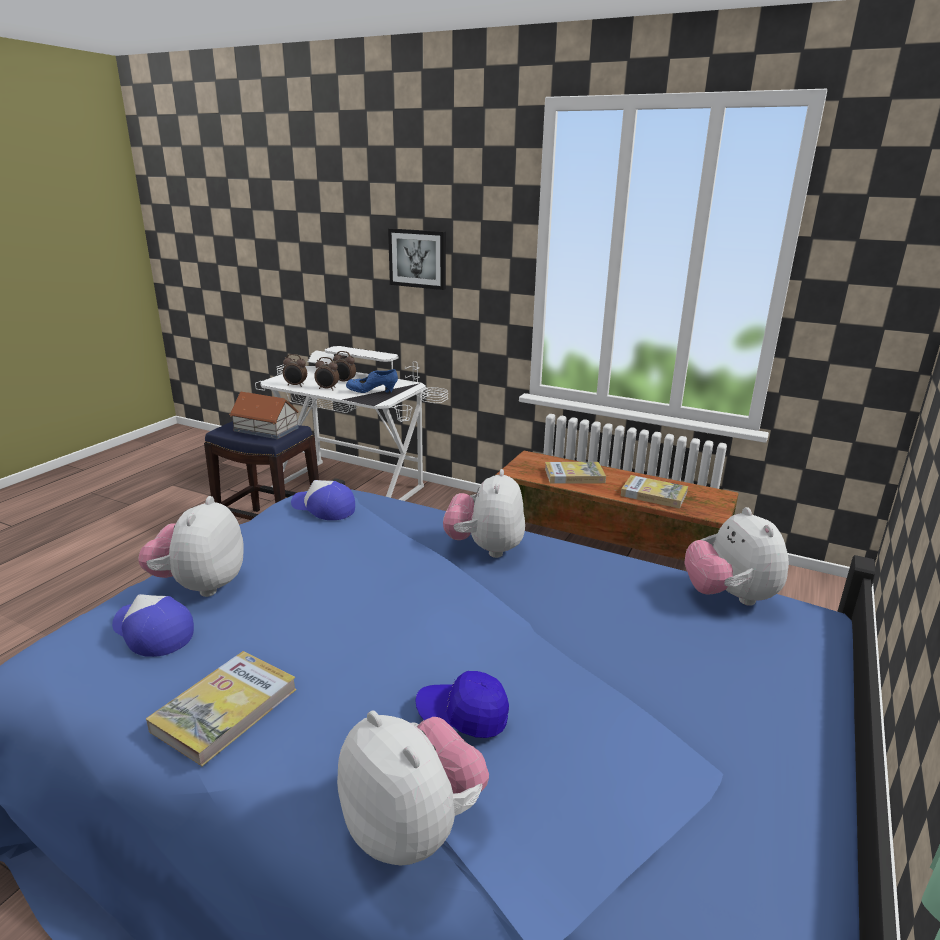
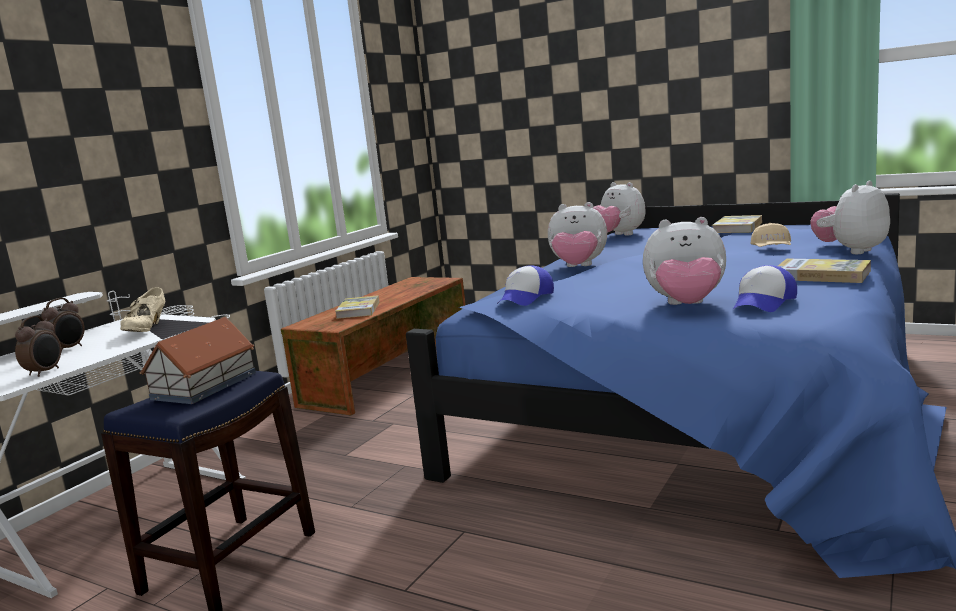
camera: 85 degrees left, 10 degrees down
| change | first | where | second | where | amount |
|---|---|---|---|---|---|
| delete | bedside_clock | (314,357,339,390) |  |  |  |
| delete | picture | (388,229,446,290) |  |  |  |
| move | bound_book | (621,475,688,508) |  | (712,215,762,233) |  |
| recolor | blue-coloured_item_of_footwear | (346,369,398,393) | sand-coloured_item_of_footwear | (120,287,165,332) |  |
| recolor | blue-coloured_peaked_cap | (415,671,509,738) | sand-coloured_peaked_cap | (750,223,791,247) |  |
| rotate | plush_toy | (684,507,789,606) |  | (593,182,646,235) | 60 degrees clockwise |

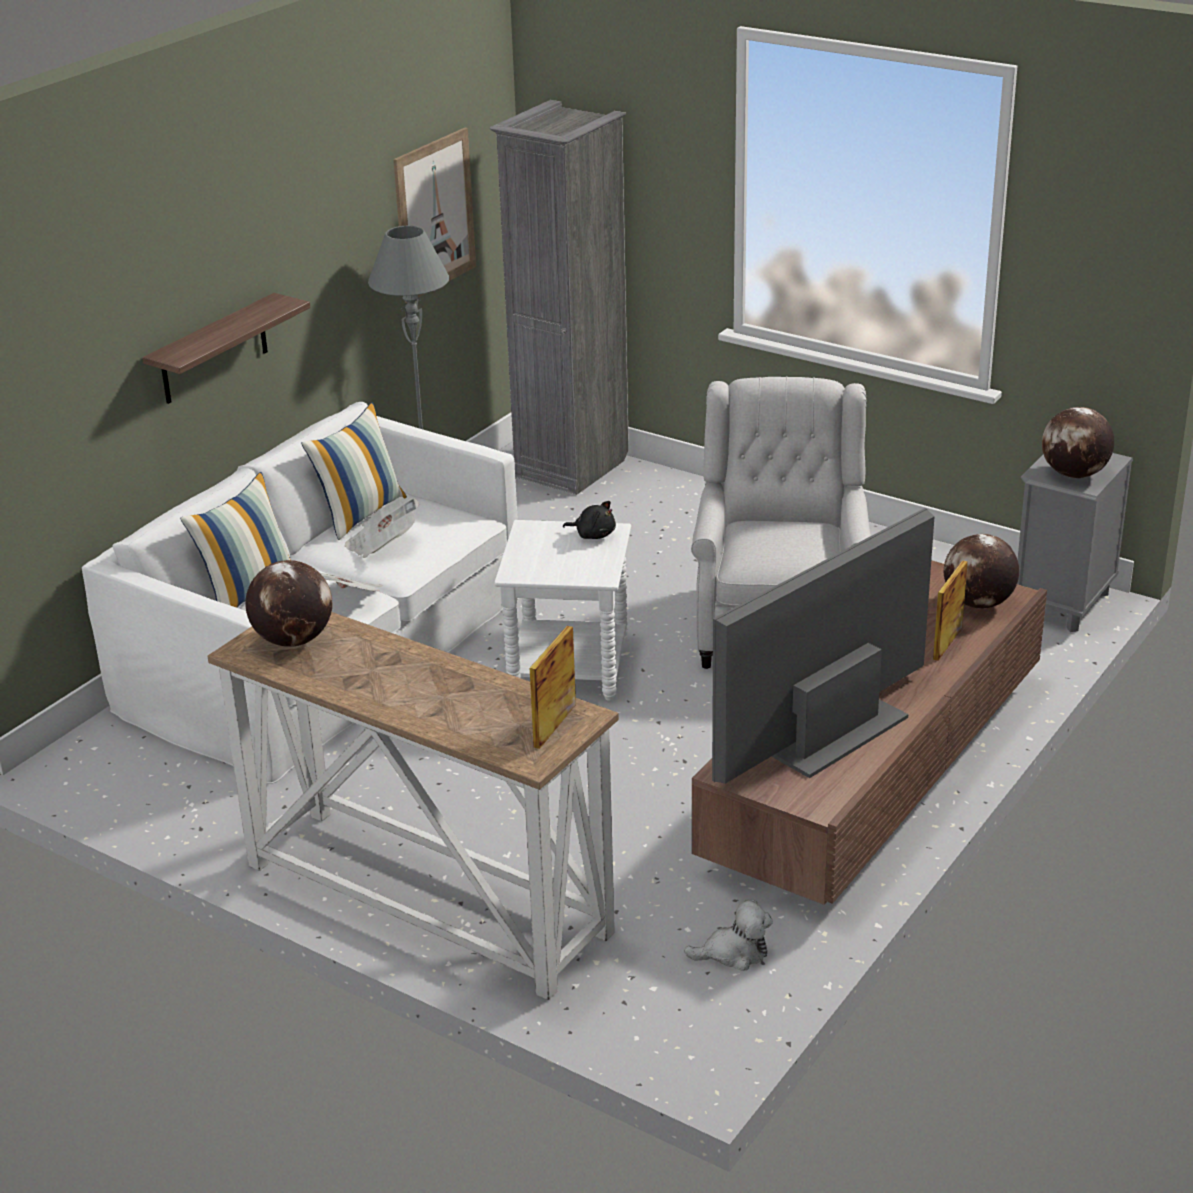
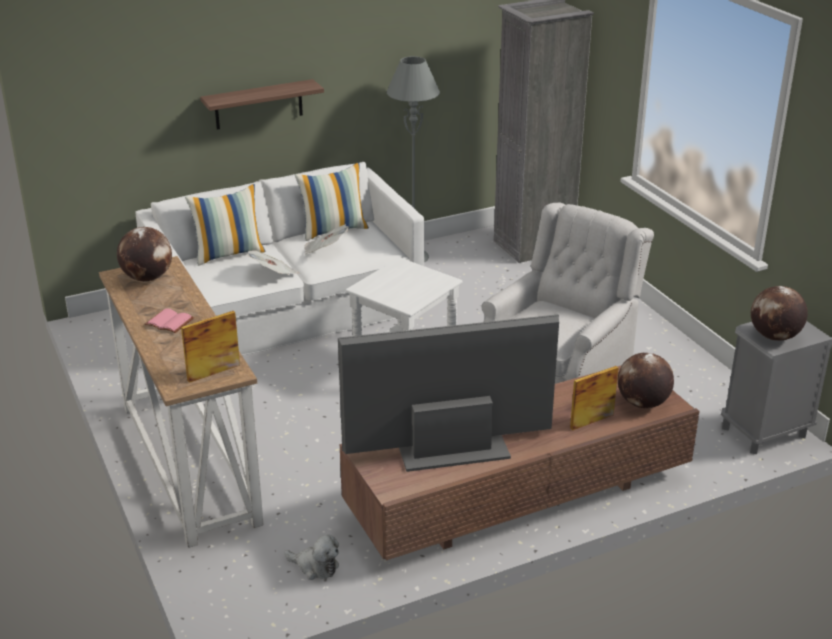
camera: 30 degrees right, 0 degrees up
| change | first | where | second | where | amount |
|---|---|---|---|---|---|
| delete | picture | (393,128,476,303) |  |  |  |
| delete | blackish_plush_toy | (563,501,616,539) |  |  |  |
| insert |  |  | pinkish_bound_book | (145,309,194,333) |  |

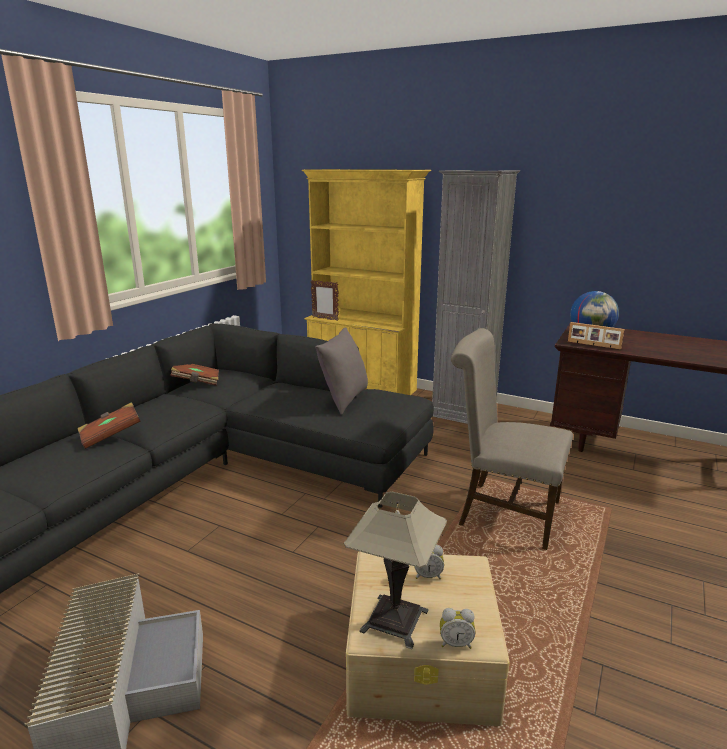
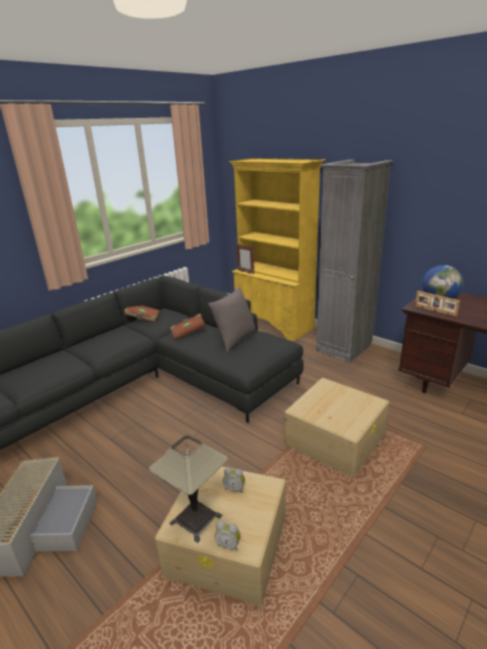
camera: 15 degrees right, 5 degrees up
| change | first | where | second | where | amount |
|---|---|---|---|---|---|
| move | brownish_bound_book | (78,402,141,449) |  | (170,314,206,340) |  |
| replace | sand-coloured_plain_chair | (451,328,573,550) | sand-coloured_storage_bin | (284,378,389,477) |  |

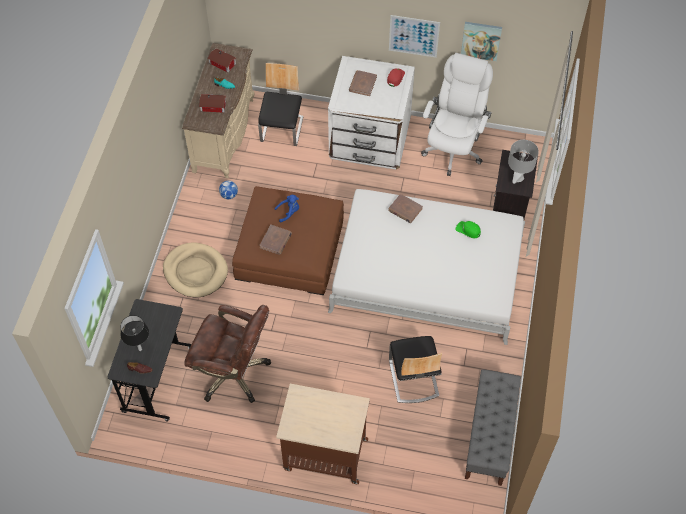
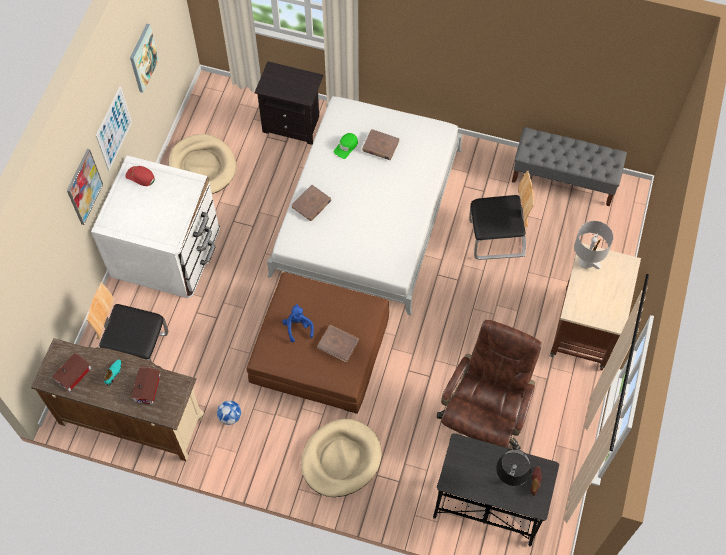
camera: 85 degrees left, 5 degrees up
| change | first | where | second | where | amount |
|---|---|---|---|---|---|
| insert |  |  | picture | (67,149,103,225) |  |
| move | brownish_bound_book | (349,70,377,96) |  | (362,129,399,160) |  |
| move | grey_tabletop_lamp | (508,140,539,184) |  | (574,221,613,269) |  |
| replace | white-coloured_office_chair | (421,53,493,176) | sand-coloured_dog_bed | (169,134,236,194) |  |

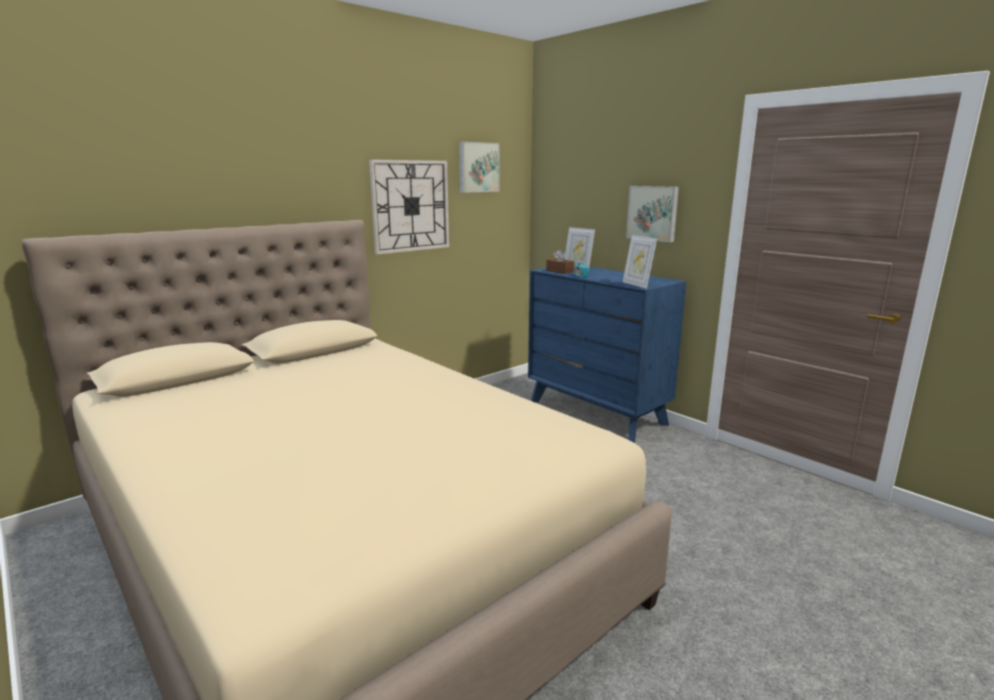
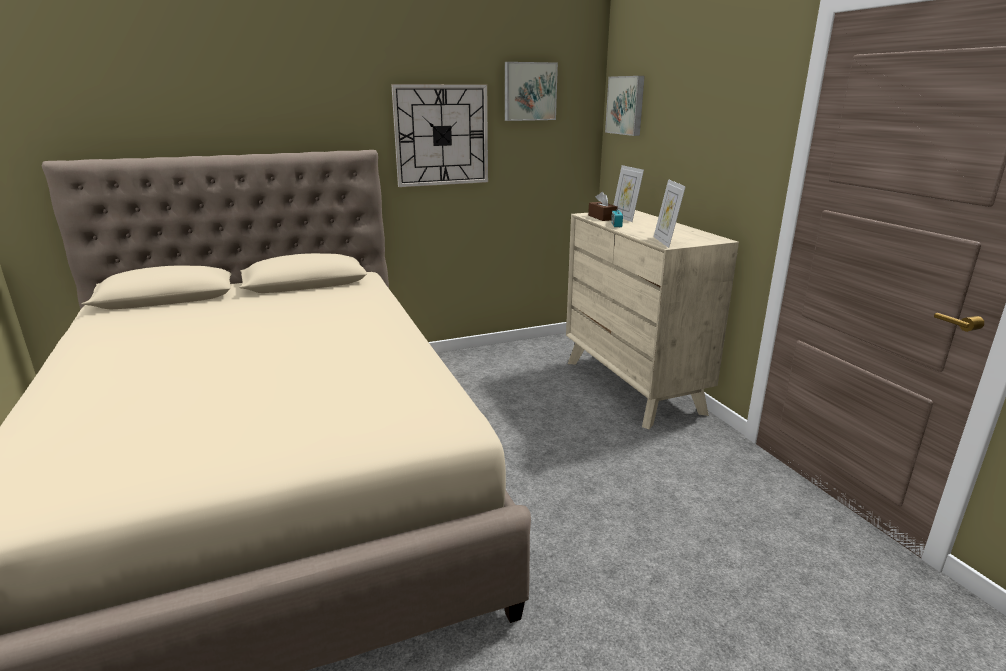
camera: 20 degrees right, 5 degrees up
| change | first | where | second | where | amount |
|---|---|---|---|---|---|
| move | picture | (626,186,679,242) |  | (605,76,645,136) |  |
| recolor | blue-coloured_chest_of_drawers | (528,267,687,443) | sand-coloured_chest_of_drawers | (566,210,739,429) |  |

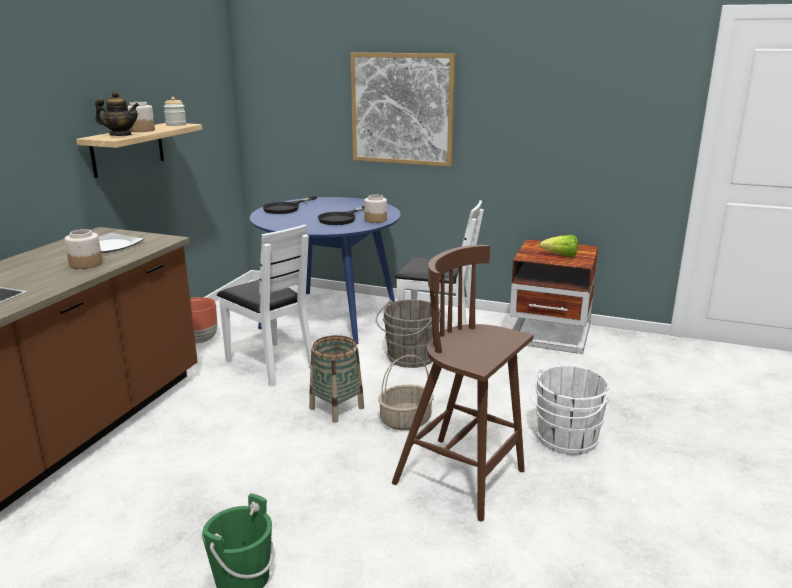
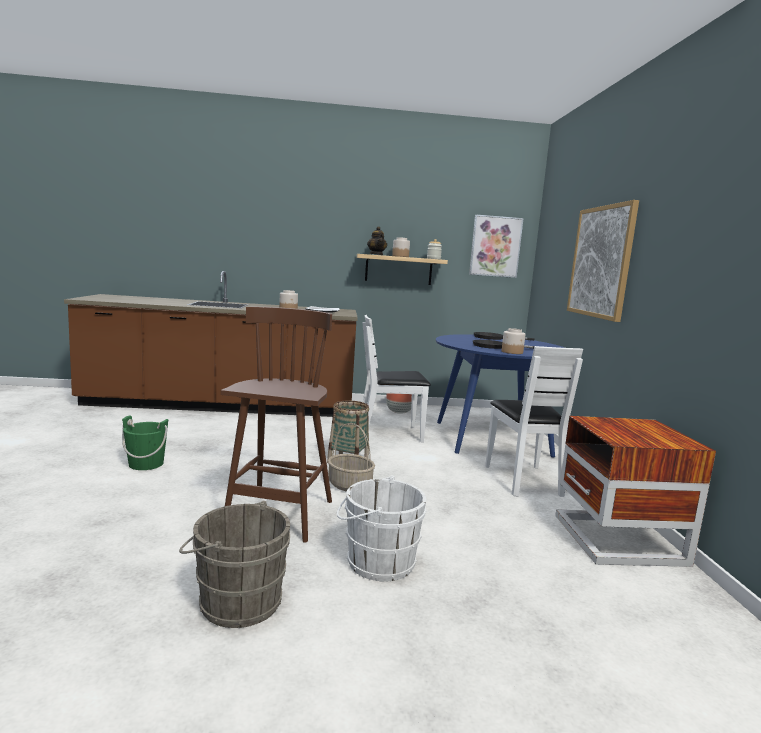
camera: 65 degrees right, 10 degrees down
| change | first | where | second | where | amount |
|---|---|---|---|---|---|
| delete | lettuce | (539,235,578,257) |  |  |  |
| insert |  |  | picture | (469,215,524,278) |  |
| move | grey_bucket | (376,299,440,368) |  | (179,501,290,628) |  |
| rotate | white-coloured_plain_chair | (217,225,312,386) |  | (362,315,431,442) | 60 degrees clockwise |

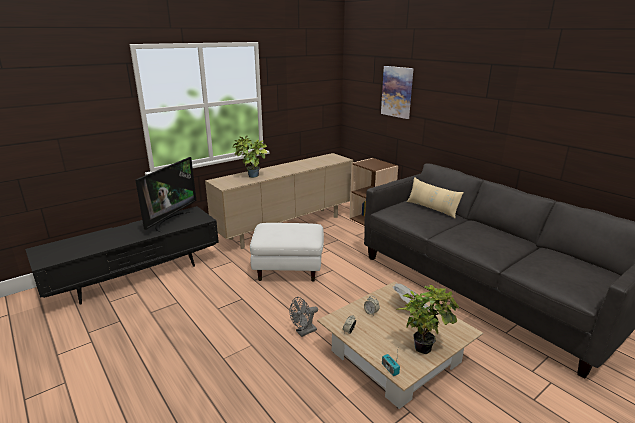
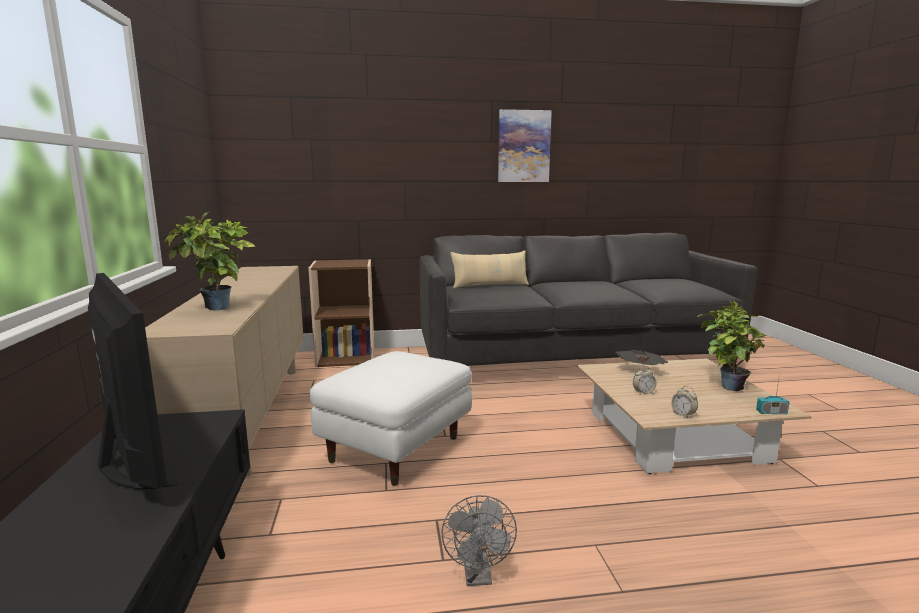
camera: 60 degrees left, 10 degrees down
| change | first | where | second | where | amount |
|---|---|---|---|---|---|
| move | grey_cooling_fan | (289,297,318,337) |  | (441,495,517,586) |  |
| move | picture | (381,66,414,119) |  | (498,109,552,182) |  |

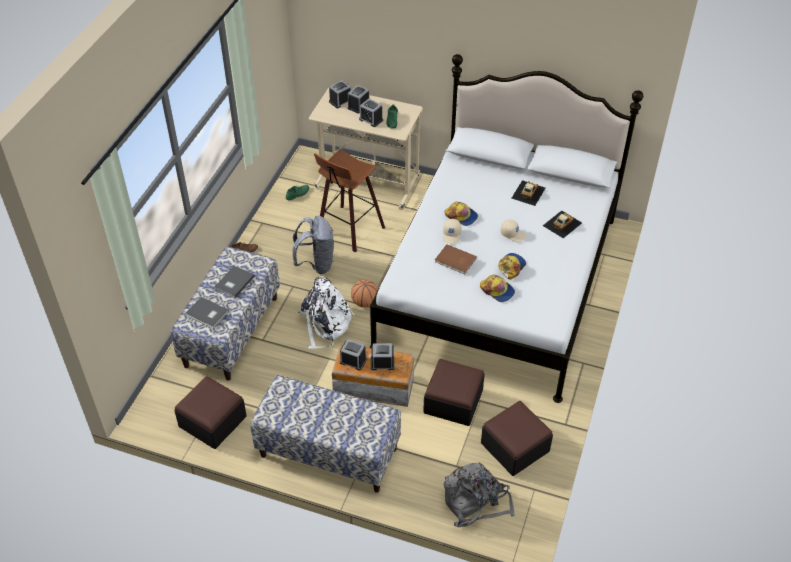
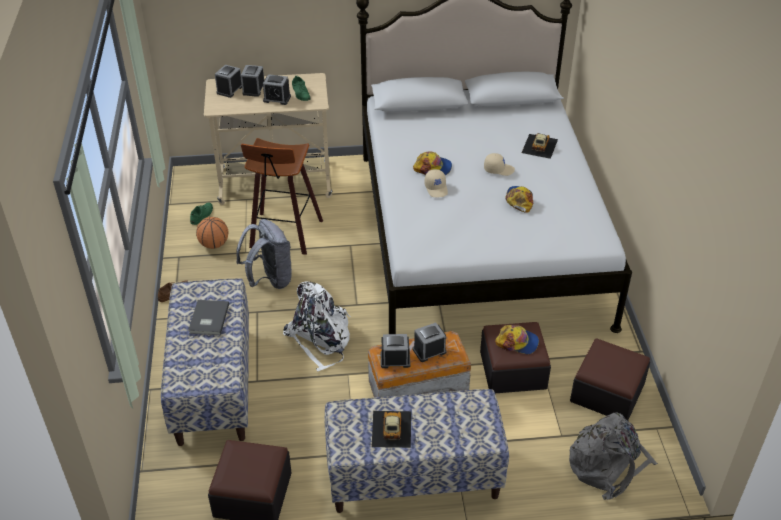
camera: 25 degrees left, 5 degrees down
| change | first | where | second | where | amount |
|---|---|---|---|---|---|
| delete | grey_bound_book | (186,297,229,329) |  |  |  |
| delete | brownish_bound_book | (435,244,477,274) |  |  |  |
| move | ball_for_basketball | (351,280,378,308) |  | (196,217,228,249) |  |
| move | peaked_cap | (480,274,515,302) |  | (495,325,539,354) |  |
| move | miniature_car | (512,180,545,206) |  | (372,411,411,448) |  |

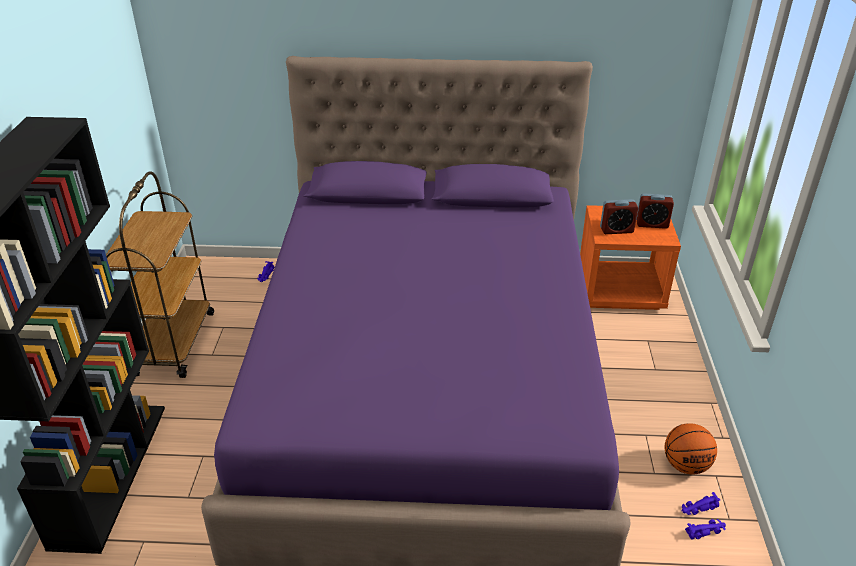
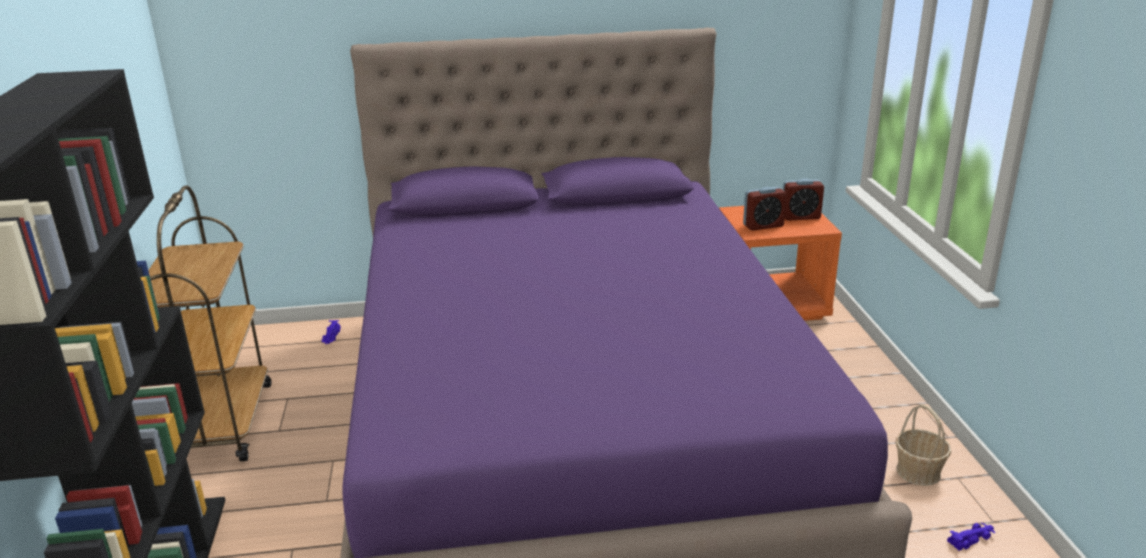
camera: 10 degrees left, 10 degrees down
| change | first | where | second | where | amount |
|---|---|---|---|---|---|
| delete | purplish_miniature_car | (682,492,720,515) |  |  |  |
| replace | ball_for_basketball | (665,423,717,474) | household_basket | (896,404,951,486) |  |

